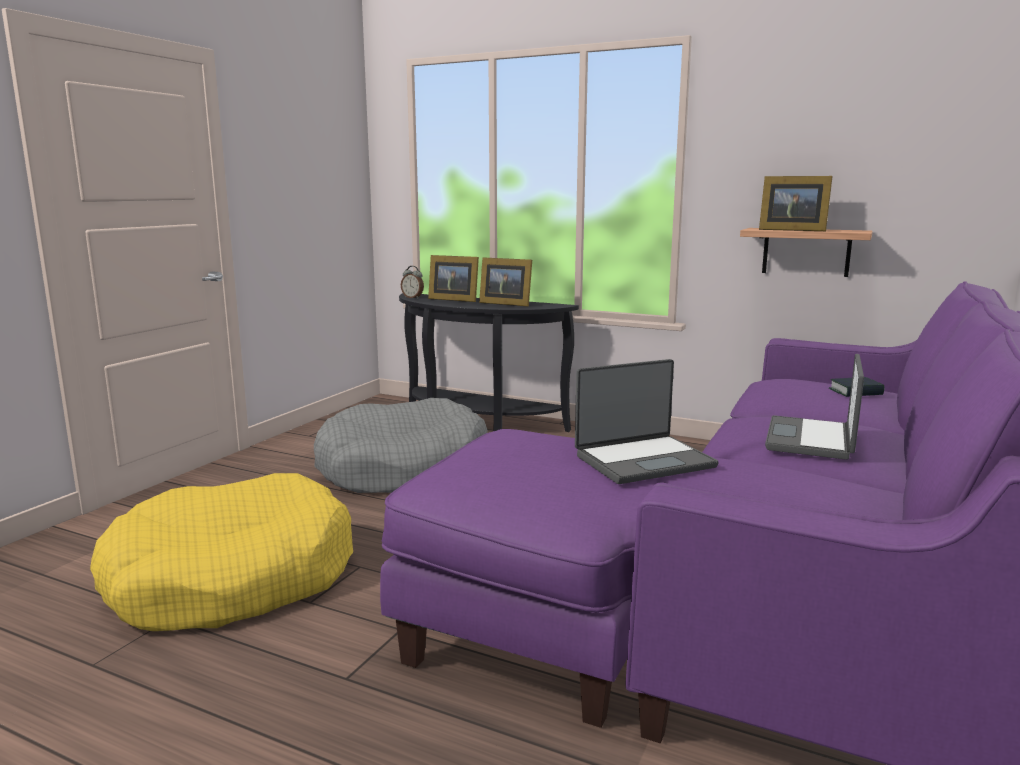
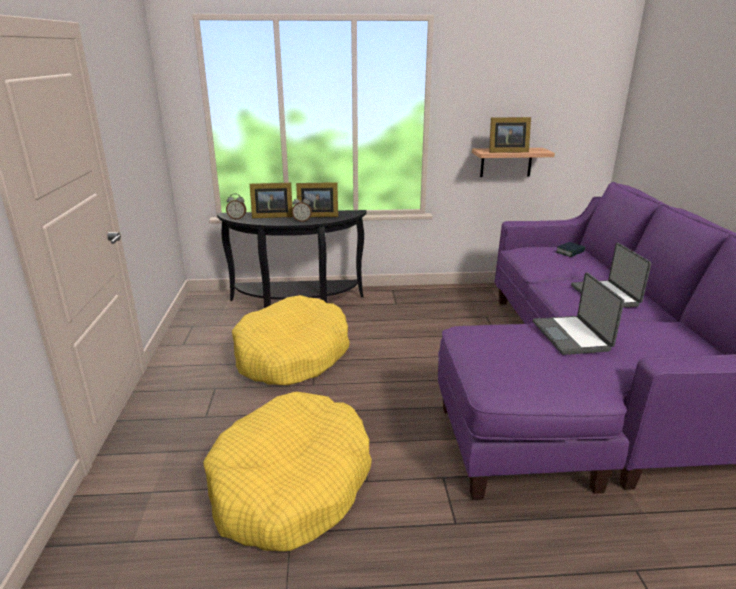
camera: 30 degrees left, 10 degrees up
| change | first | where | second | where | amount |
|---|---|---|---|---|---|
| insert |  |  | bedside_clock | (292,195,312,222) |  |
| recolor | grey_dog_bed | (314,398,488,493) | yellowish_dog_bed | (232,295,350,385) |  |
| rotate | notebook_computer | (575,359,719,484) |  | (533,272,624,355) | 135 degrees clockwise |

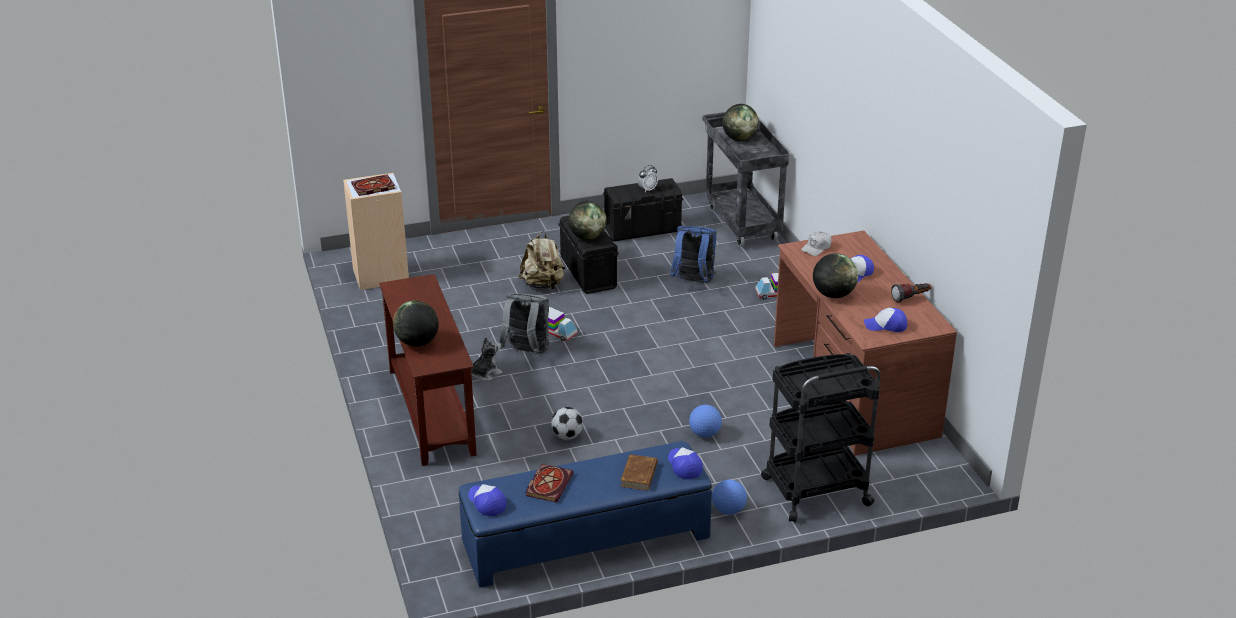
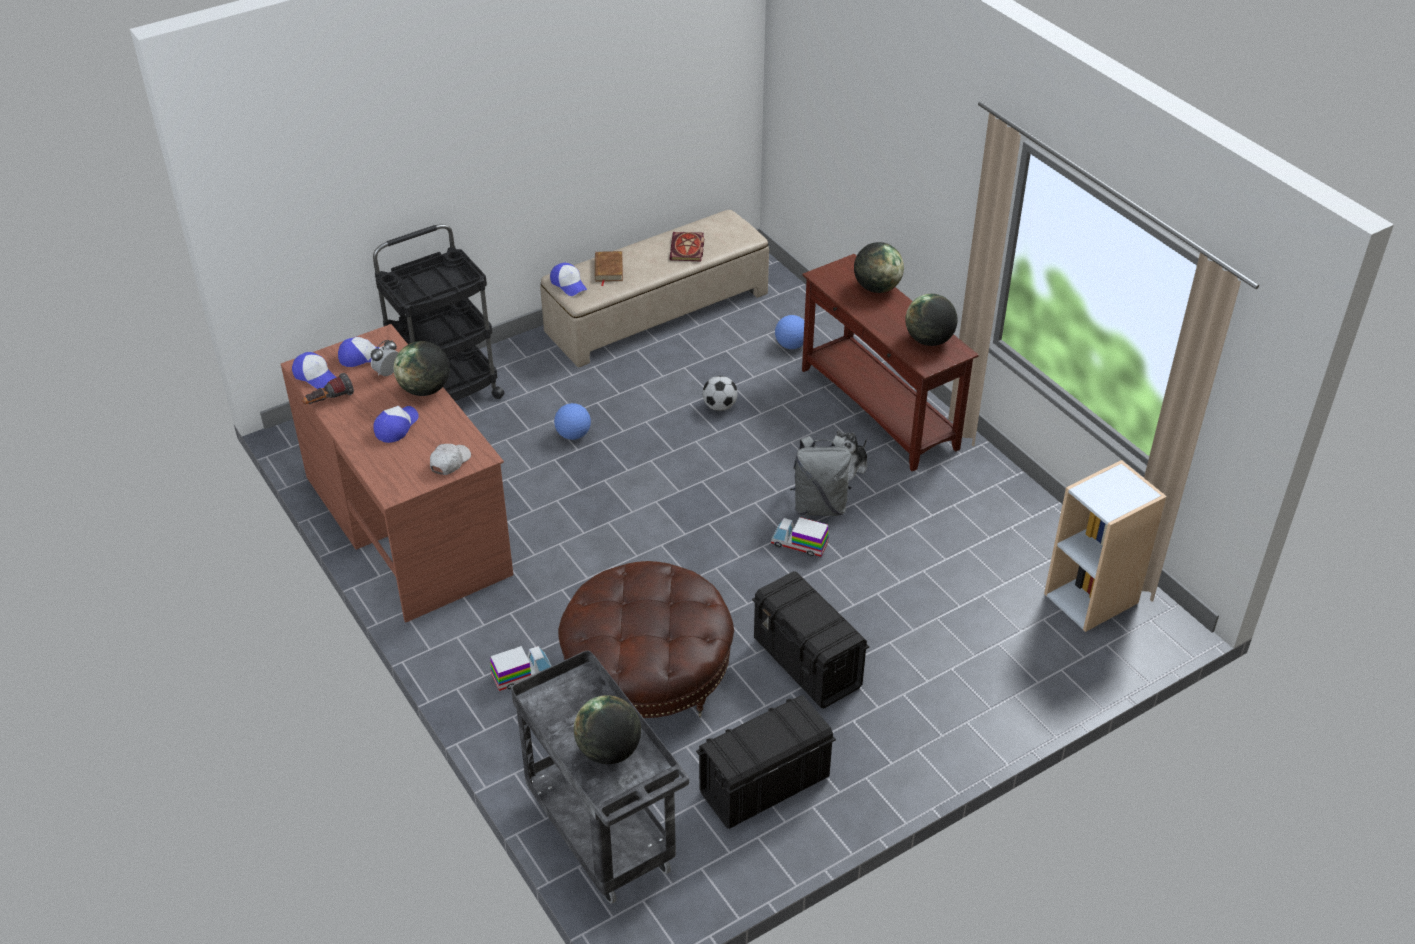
camera: 165 degrees right, 10 degrees up
| change | first | where | second | where | amount |
|---|---|---|---|---|---|
| delete | bound_book | (351,174,395,196) |  |  |  |
| delete | sand-coloured_knapsack | (519,231,565,290) |  |  |  |
| move | peaked_cap | (468,484,506,516) |  | (292,352,337,389) |  |
| move | globe | (568,201,607,240) |  | (905,294,958,346) |  |
| move | bedside_clock | (638,165,658,192) |  | (371,340,399,376) |  |
| move | football | (712,480,747,515) |  | (775,315,804,349) |  |
| replace | blue-coloured_knapsack | (670,226,717,283) | brownish_footrest | (558,561,734,718) |  |
| recolor | blue-coloured_long_seat | (459,441,712,588) | sand-coloured_long_seat | (540,210,769,367) |  |

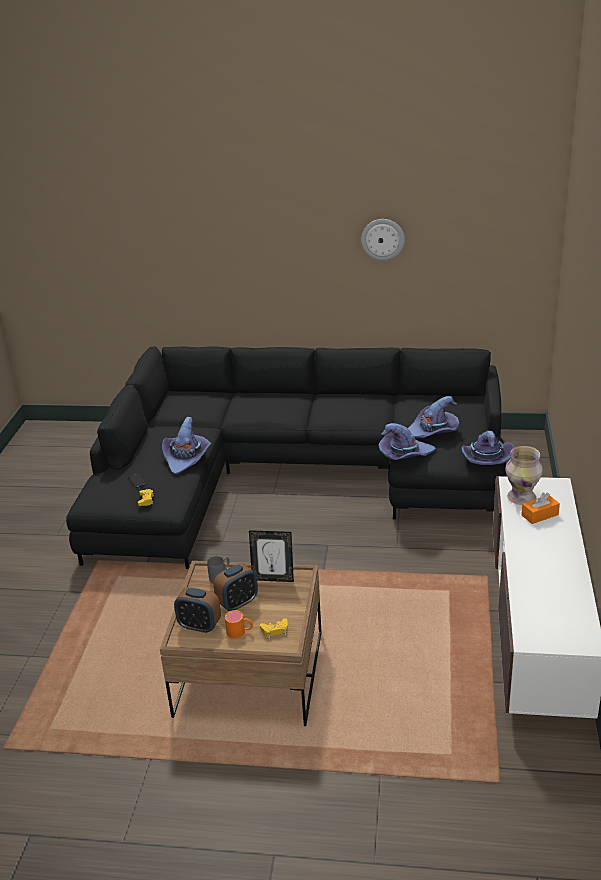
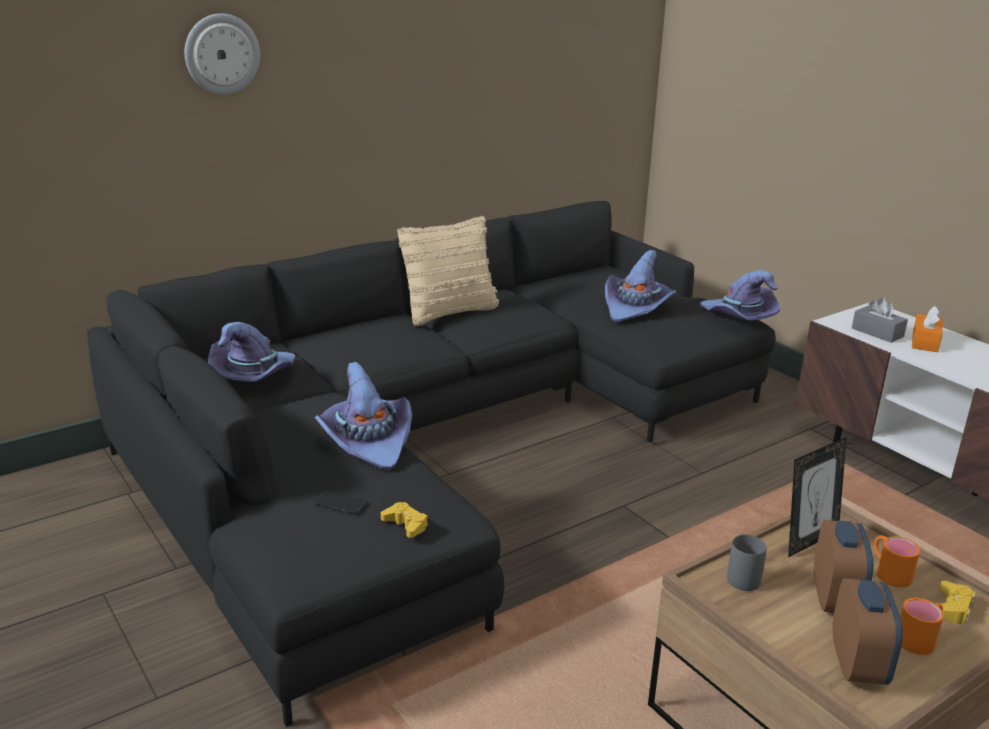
camera: 45 degrees left, 5 degrees down
| change | first | where | second | where | amount |
|---|---|---|---|---|---|
| insert |  |  | sand-coloured_pillow | (397,216,499,326) |  |
| insert |  |  | orangey_mug | (874,535,920,587) |  |
| move | hanging_clock | (361,219,405,261) |  | (185,13,260,94) |  |
| move | purplish_wearable_hat | (379,423,436,460) |  | (208,322,295,382) |  |
| replace | decorative_vase | (505,446,543,505) | grey_box_of_tissues | (852,297,908,343) |  |
| rotate | bedside_clock | (174,587,221,633) |  | (832,578,903,685) | 60 degrees counterclockwise |

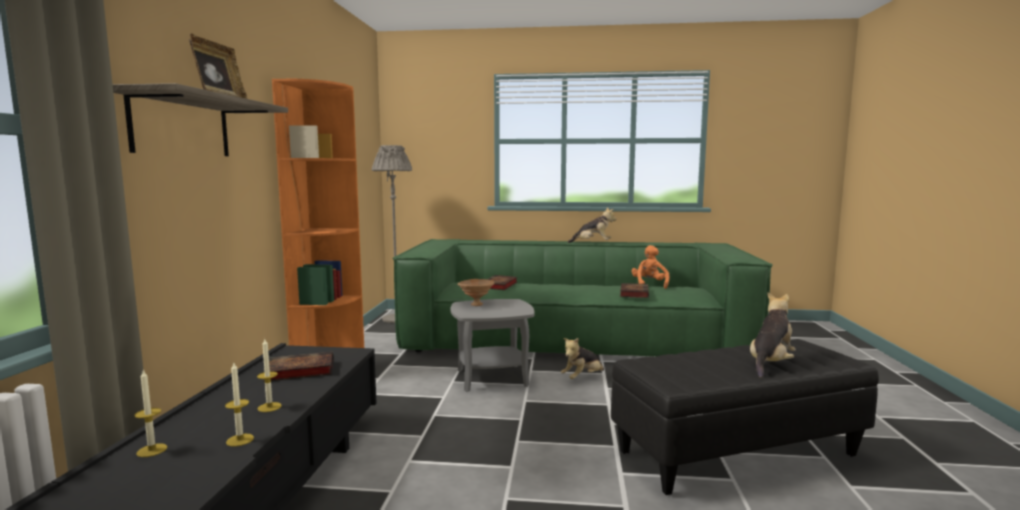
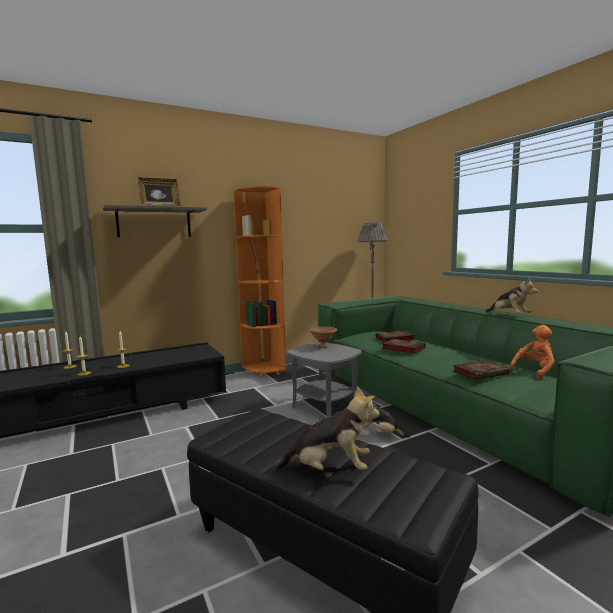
camera: 55 degrees right, 0 degrees up
| change | first | where | second | where | amount |
|---|---|---|---|---|---|
| move | bound_book | (262,352,333,382) |  | (382,339,426,354) |  |

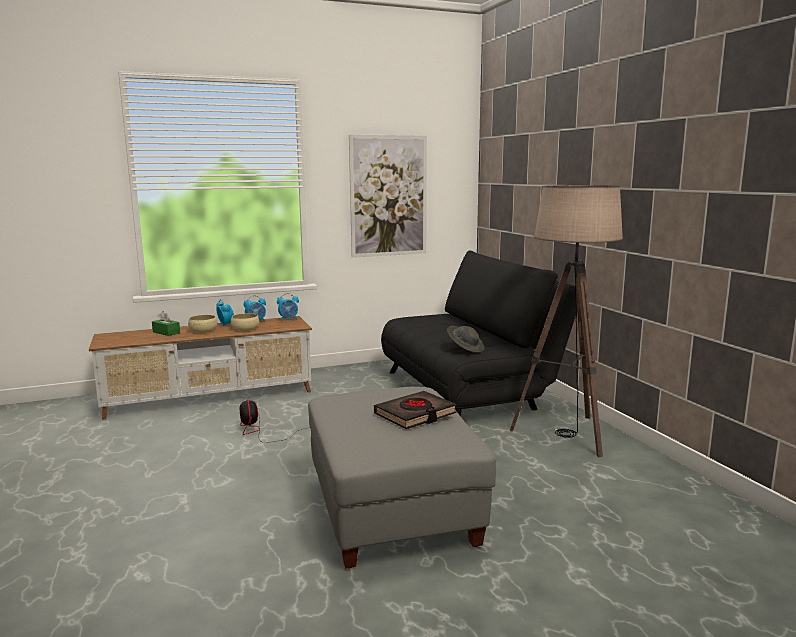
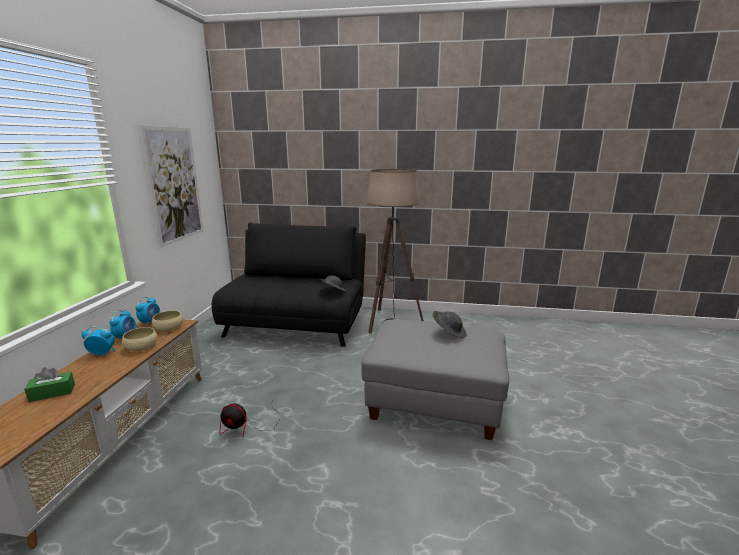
camera: 60 degrees left, 5 degrees up
| change | first | where | second | where | amount |
|---|---|---|---|---|---|
| move | sand-coloured_serving_bowl | (188,315,217,333) |  | (152,311,183,332) |  |
| replace | blackish_bound_book | (374,391,457,429) | grey_wearable_hat | (433,311,466,338) |  |

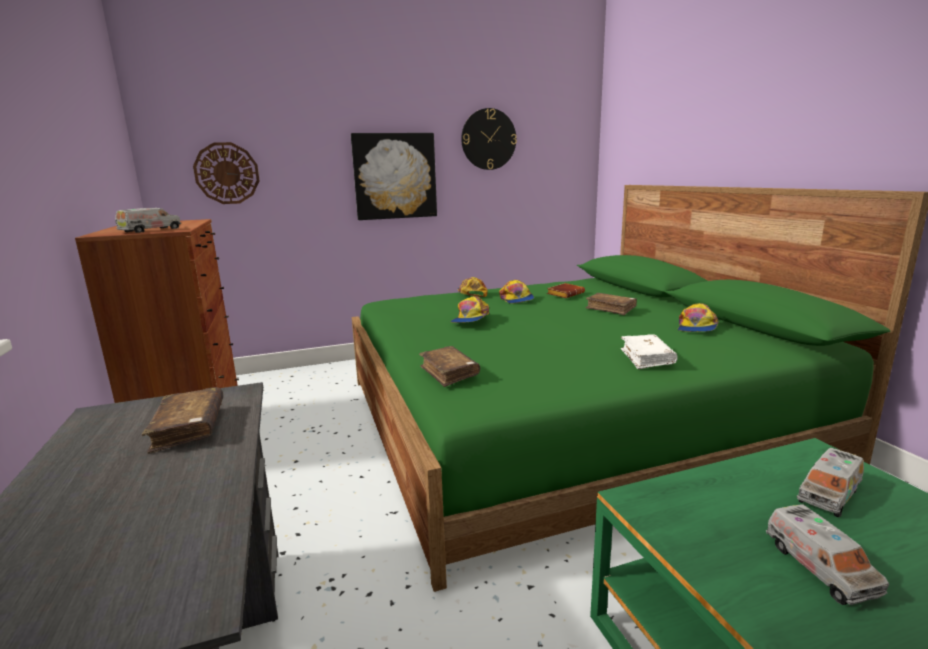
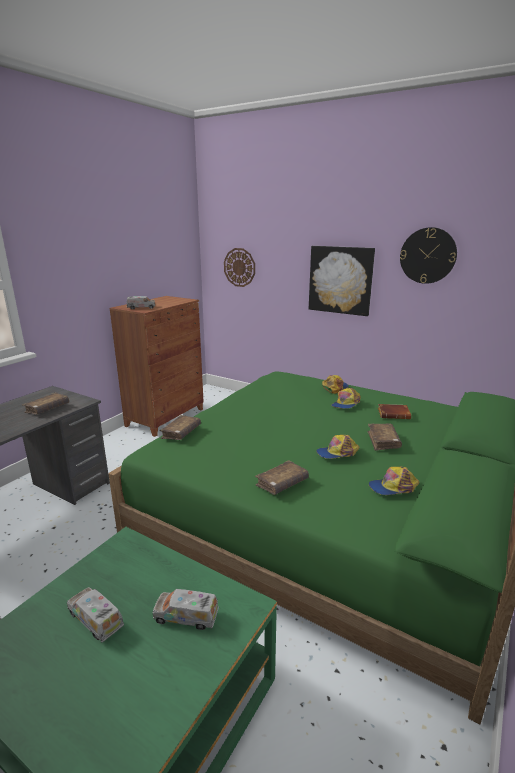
camera: 50 degrees right, 5 degrees up
| change | first | where | second | where | amount |
|---|---|---|---|---|---|
| move | peaked_cap | (450,296,489,323) |  | (316,435,360,459) |  |
| recolor | white-coloured_bound_book | (621,334,678,369) | brownish_bound_book | (255,460,309,495) |  |
| rotate | toy_lorry | (766,504,889,605) |  | (67,587,124,643) | 90 degrees clockwise |

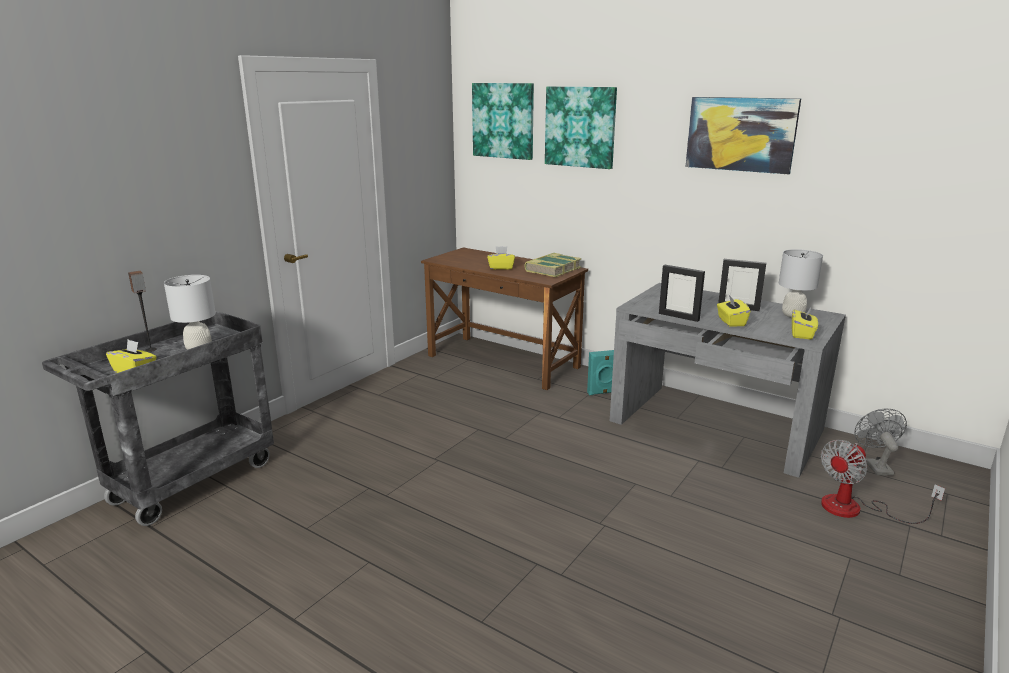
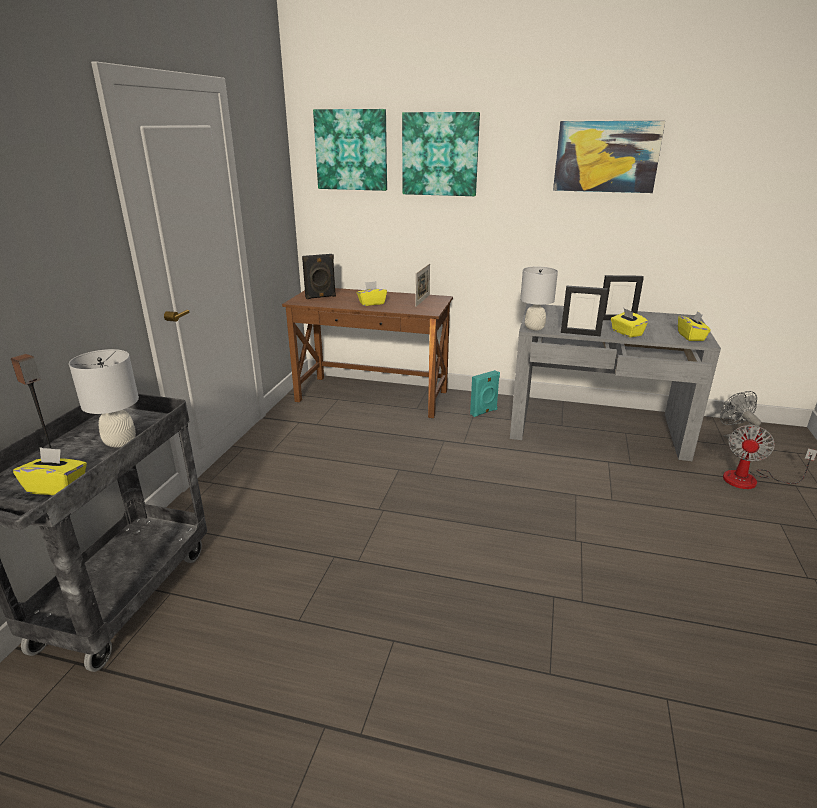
camera: 20 degrees left, 5 degrees up
| change | first | where | second | where | amount |
|---|---|---|---|---|---|
| insert |  |  | blackish_loudspeaker | (302,254,336,299) |  |
| move | grey_tabletop_lamp | (779,249,823,317) |  | (520,267,558,330) |  |
| replace | bound_book | (524,253,582,277) | standing_frame | (415,264,430,307) |  |

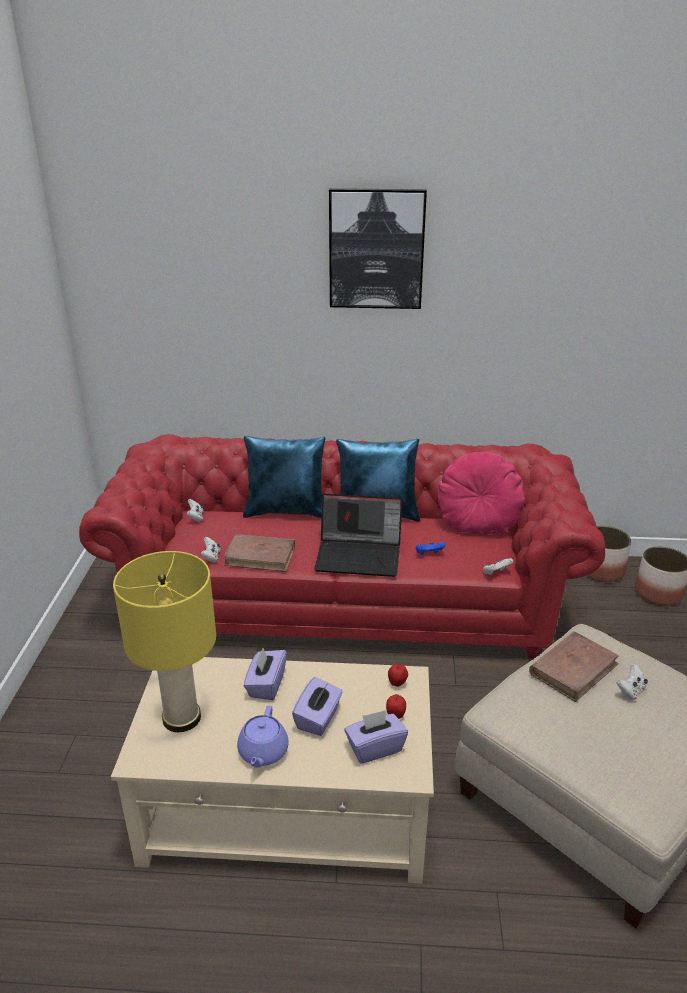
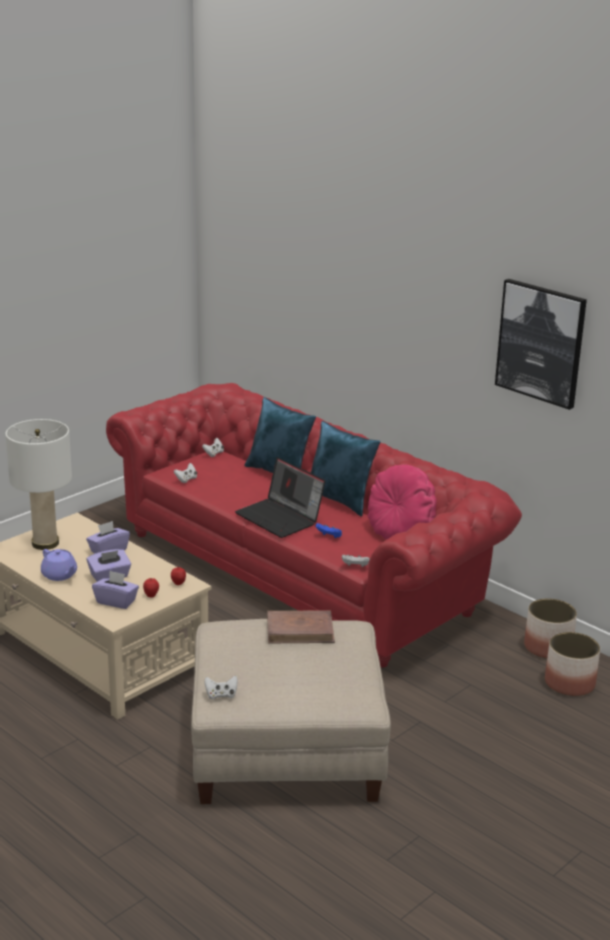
camera: 40 degrees right, 5 degrees down
| change | first | where | second | where | amount |
|---|---|---|---|---|---|
| delete | brownish_bound_book | (223,534,295,572) |  |  |  |
| move | picture | (329,188,427,309) |  | (495,279,587,410) |  |
| move | white-coloured_game_controller | (617,664,648,700) |  | (204,675,238,699) |  |
| recolor | yellowish_tabletop_lamp | (113,551,216,732) | white-coloured_tabletop_lamp | (5,419,72,550) |  |
| rotate | purplish_pot_for_tea | (237,706,289,768) |  | (41,549,77,581) | 90 degrees counterclockwise |

